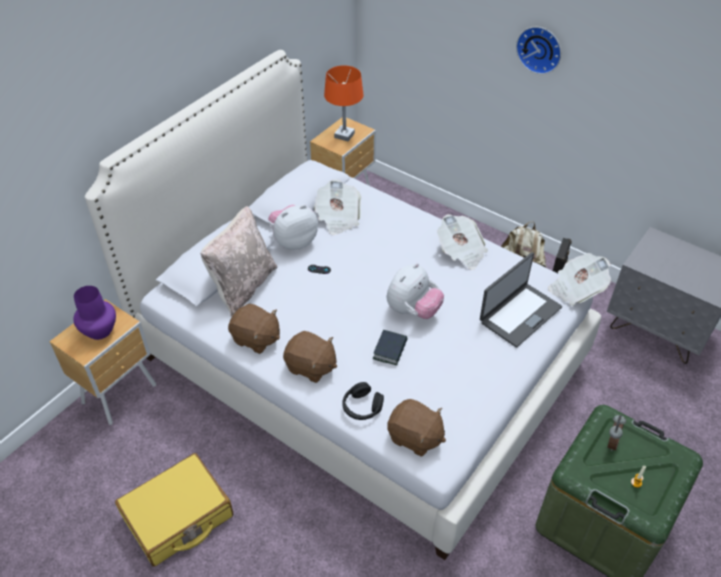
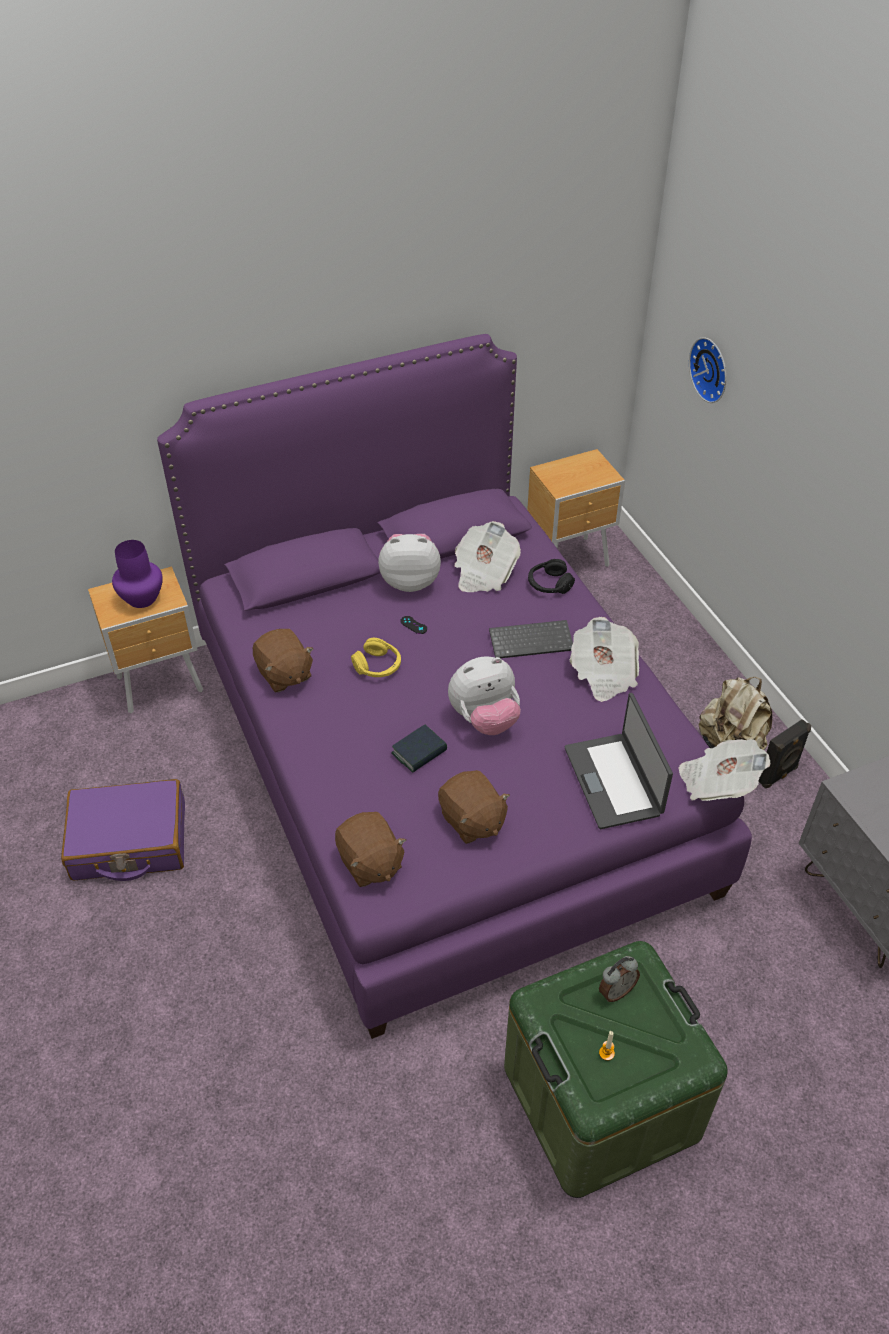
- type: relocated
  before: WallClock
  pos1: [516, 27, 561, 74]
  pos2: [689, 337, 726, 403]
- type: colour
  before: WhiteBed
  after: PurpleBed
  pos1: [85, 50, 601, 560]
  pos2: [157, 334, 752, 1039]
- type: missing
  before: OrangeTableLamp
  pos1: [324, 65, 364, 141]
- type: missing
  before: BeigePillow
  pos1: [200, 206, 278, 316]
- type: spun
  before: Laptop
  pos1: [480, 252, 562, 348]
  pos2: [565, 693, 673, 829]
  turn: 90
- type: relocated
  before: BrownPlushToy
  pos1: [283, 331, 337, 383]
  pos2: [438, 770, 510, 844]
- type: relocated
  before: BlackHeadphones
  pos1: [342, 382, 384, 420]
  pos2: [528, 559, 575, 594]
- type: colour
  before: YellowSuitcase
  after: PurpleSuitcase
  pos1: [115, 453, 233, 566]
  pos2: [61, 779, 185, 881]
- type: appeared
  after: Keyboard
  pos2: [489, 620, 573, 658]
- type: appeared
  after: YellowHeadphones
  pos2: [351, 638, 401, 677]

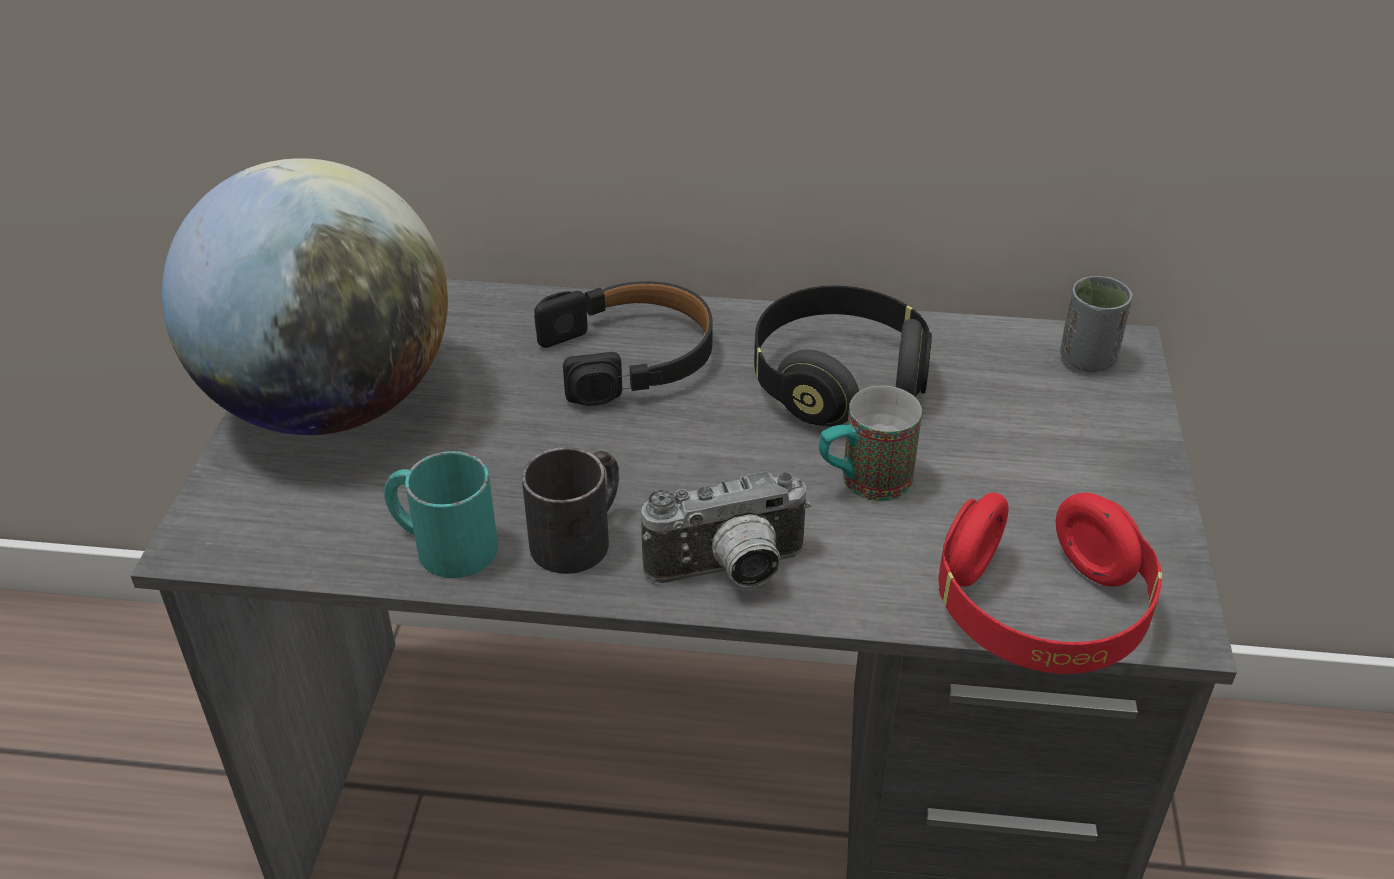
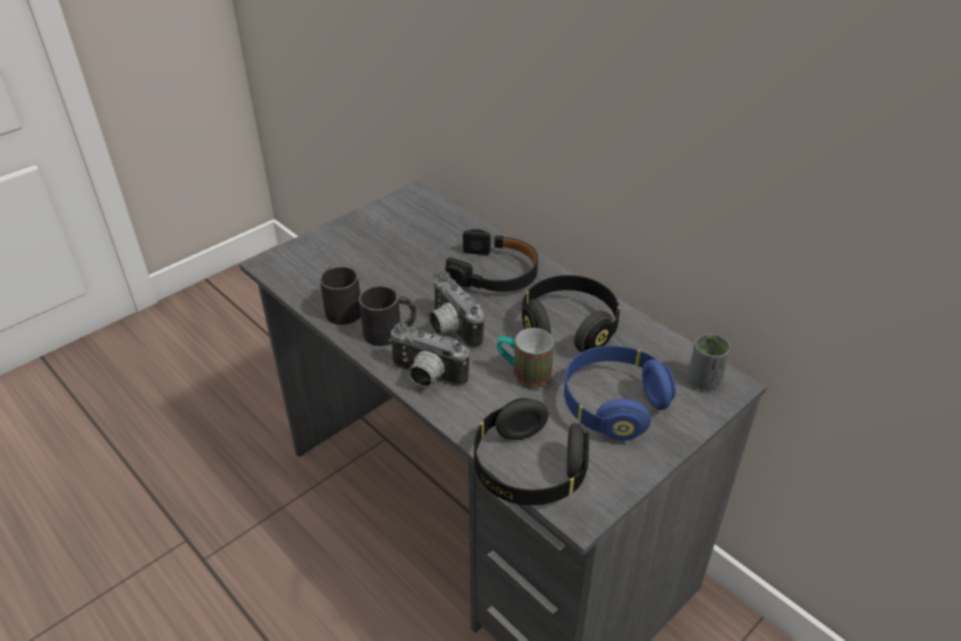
- type: missing
  before: Globe
  pos1: [162, 158, 448, 435]
- type: colour
  before: TurquoiseMug
  after: BlackMug
  pos1: [384, 451, 498, 578]
  pos2: [320, 266, 361, 325]
- type: colour
  before: RedHeadphones
  after: BlackHeadphones
  pos1: [938, 493, 1162, 674]
  pos2: [474, 398, 589, 506]
- type: appeared
  after: PhotoCamera
  pos2: [429, 271, 484, 349]
- type: appeared
  after: BlueHeadphones
  pos2: [564, 346, 675, 440]

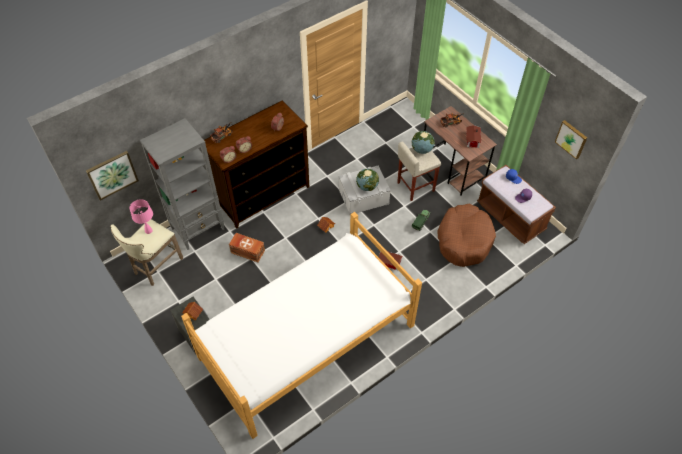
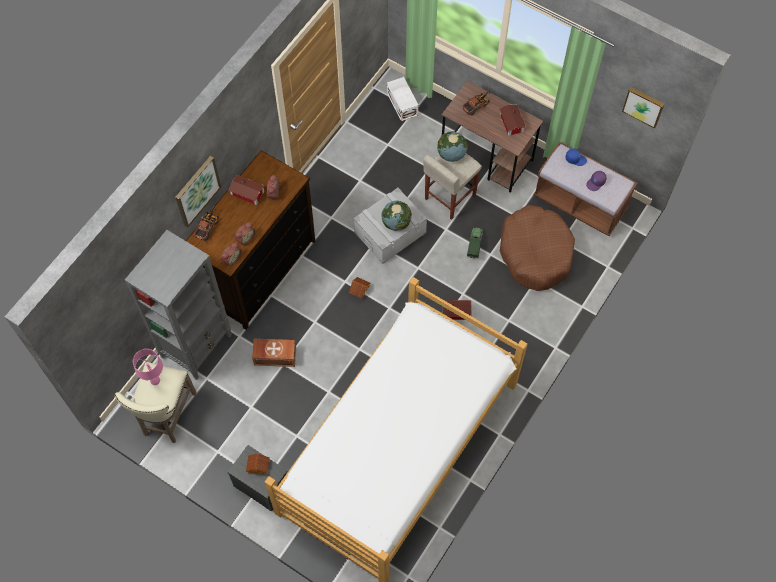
- type: relocated
  before: Picture
  pos1: [86, 151, 139, 201]
  pos2: [175, 156, 221, 227]
- type: appeared
  after: WhiteStorageBox
  pos2: [387, 77, 418, 121]
- type: appeared
  after: ToyHouse
  pos2: [228, 175, 264, 205]

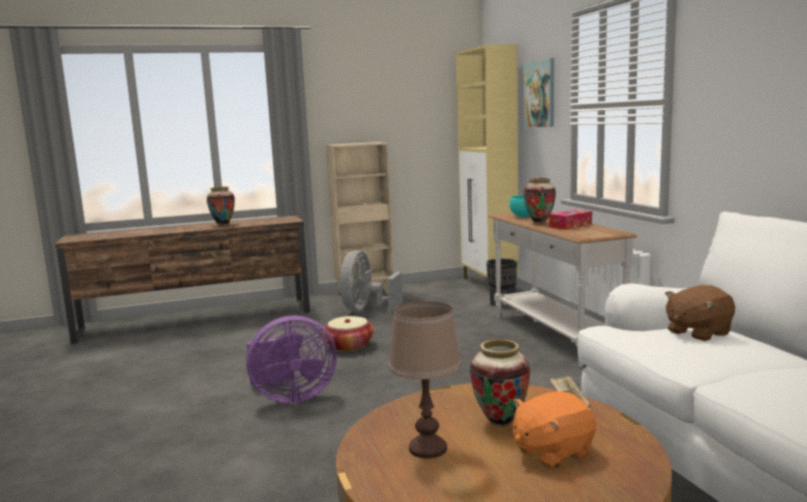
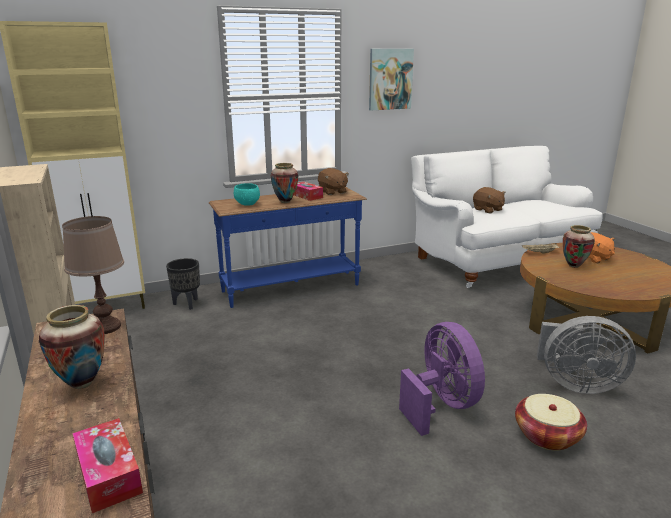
- type: relocated
  before: Picture
  pos1: [523, 58, 554, 127]
  pos2: [369, 49, 414, 110]
- type: colour
  before: WhiteConsoleTable
  after: BlueConsoleTable
  pos1: [488, 213, 637, 367]
  pos2: [209, 187, 367, 308]
- type: relocated
  before: GreyFan
  pos1: [340, 250, 403, 311]
  pos2: [537, 316, 636, 394]
- type: relocated
  before: BrownTableLamp
  pos1: [389, 301, 461, 459]
  pos2: [62, 216, 124, 334]
- type: relocated
  before: Basket
  pos1: [322, 316, 374, 352]
  pos2: [515, 394, 587, 451]
- type: appeared
  after: BrownPlushToy
  pos2: [318, 168, 349, 195]
- type: appeared
  after: TissueBox
  pos2: [73, 418, 143, 513]

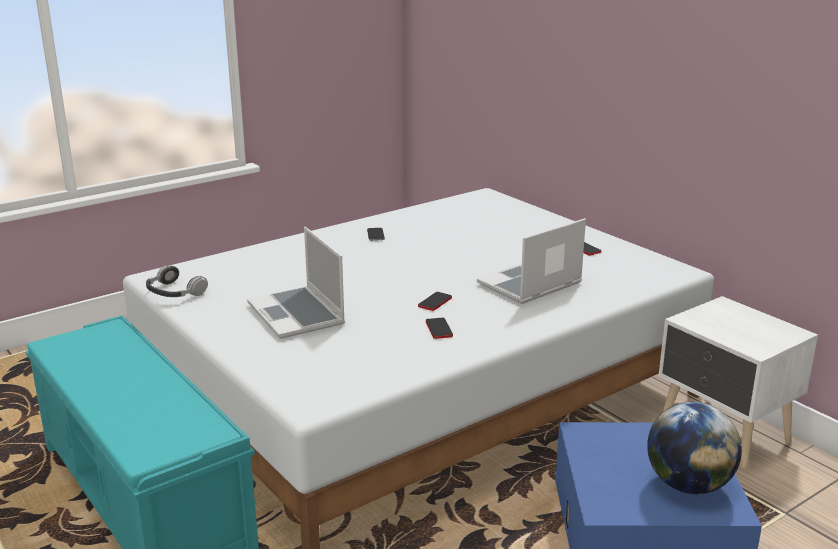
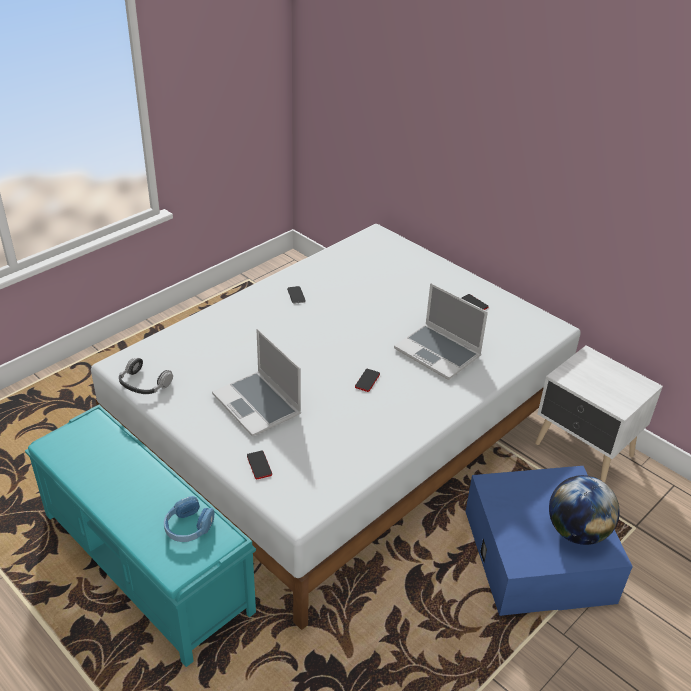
- type: spun
  before: Laptop
  pos1: [477, 218, 586, 304]
  pos2: [394, 283, 488, 380]
  turn: -90
- type: relocated
  before: Phone
  pos1: [426, 318, 453, 339]
  pos2: [247, 451, 272, 479]
- type: appeared
  after: BlueHeadphones
  pos2: [164, 496, 215, 542]

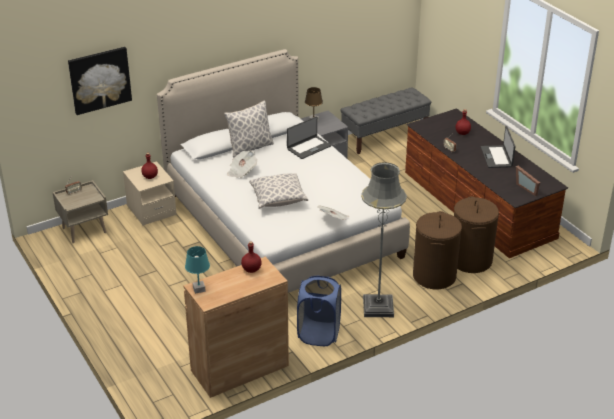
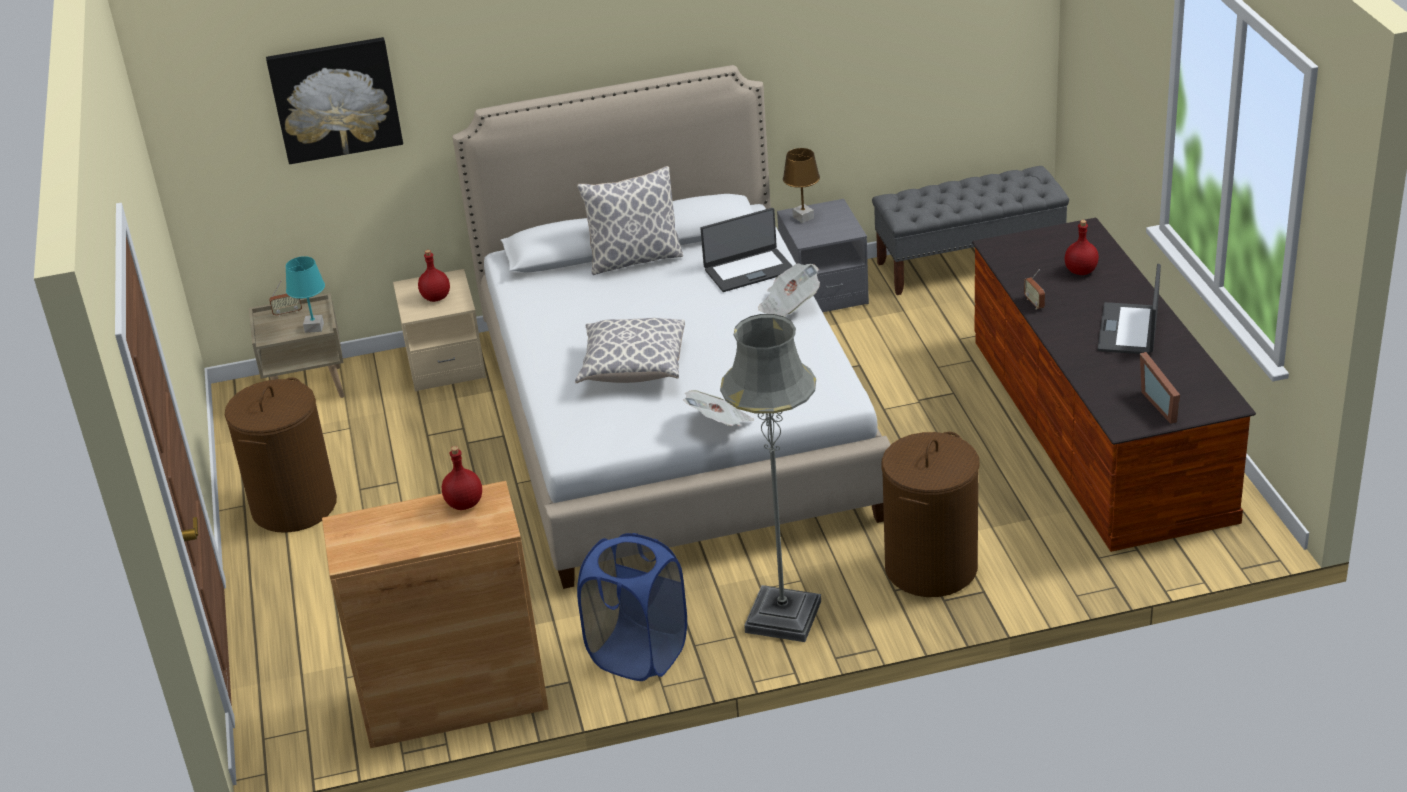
- type: relocated
  before: Newspaper
  pos1: [227, 151, 257, 178]
  pos2: [758, 264, 820, 317]
- type: relocated
  before: BrownLaundryBasket
  pos1: [454, 196, 499, 273]
  pos2: [225, 377, 337, 533]
- type: relocated
  before: TurquoiseTableLamp
  pos1: [185, 246, 210, 294]
  pos2: [286, 256, 325, 333]

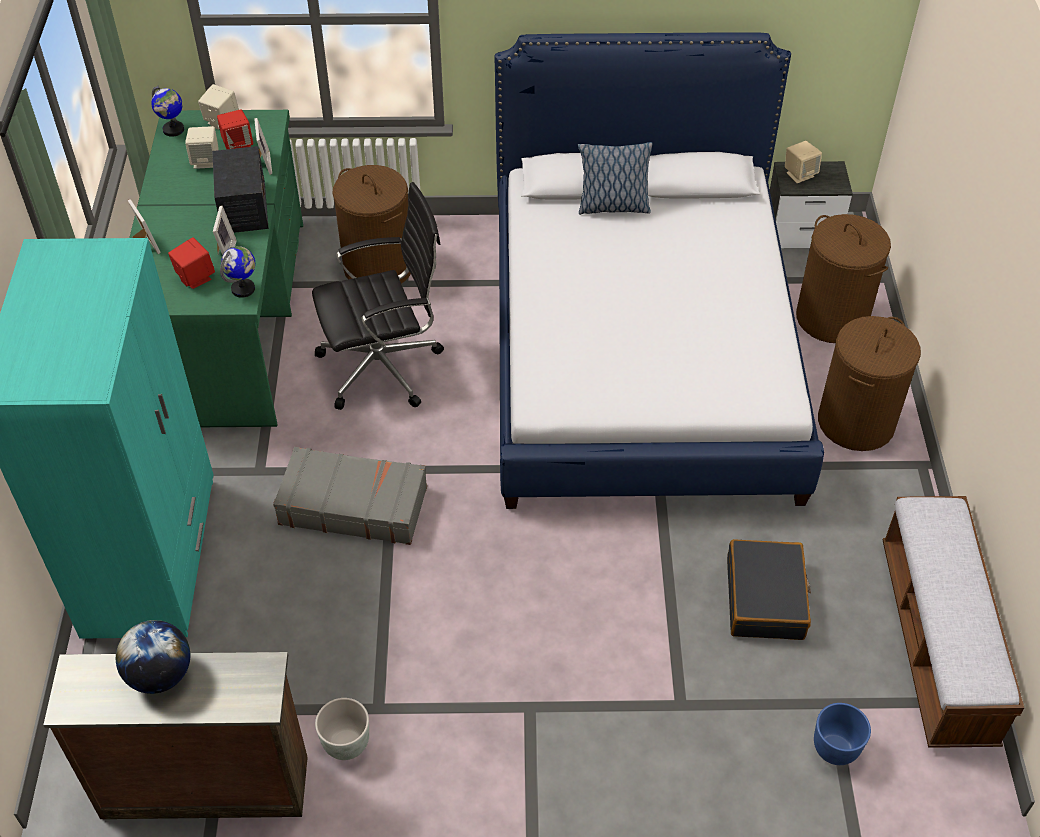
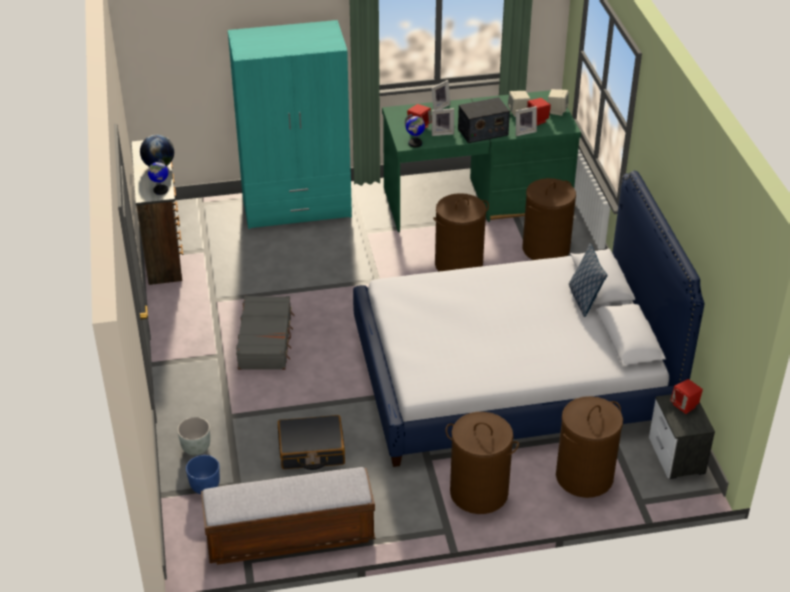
- type: relocated
  before: Globe
  pos1: [151, 85, 184, 137]
  pos2: [148, 159, 168, 195]
- type: colour
  before: BeigeSpeaker
  after: RedSpeaker
  pos1: [785, 141, 822, 183]
  pos2: [671, 379, 703, 414]
- type: exchanged
  before: BlackOfficeChair
  after: BrownLaundryBasket
  pos1: [312, 182, 444, 410]
  pos2: [433, 193, 489, 272]
- type: relocated
  before: GreySuitcase
  pos1: [273, 447, 427, 545]
  pos2: [236, 296, 294, 370]
- type: relocated
  before: GreyPlanter
  pos1: [315, 698, 369, 760]
  pos2: [177, 417, 210, 455]

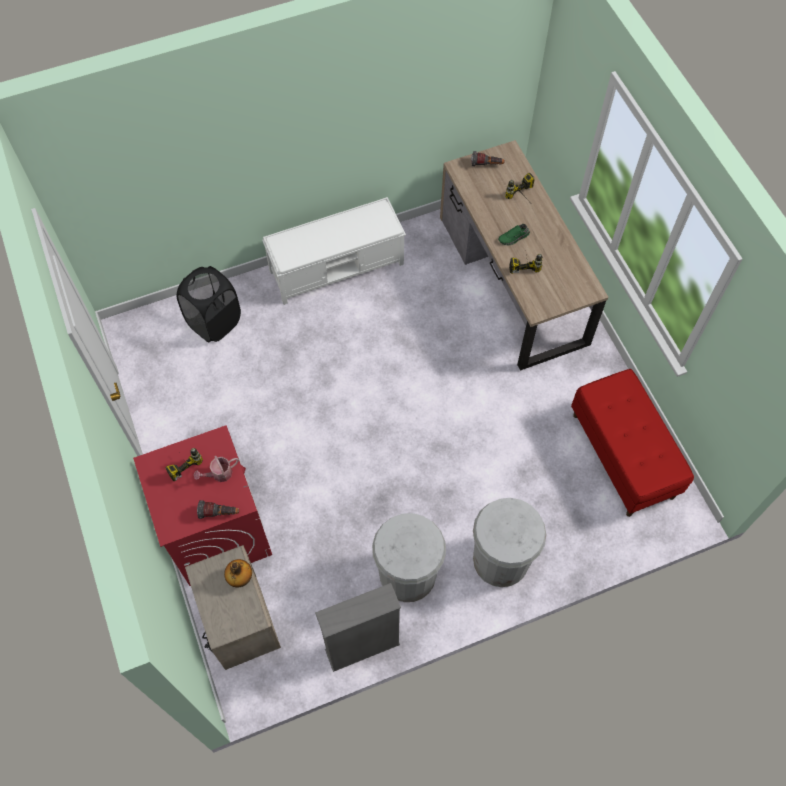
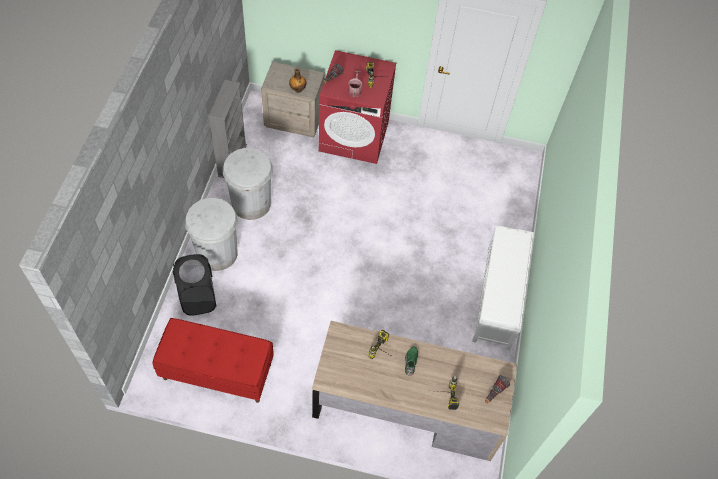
- type: relocated
  before: BlackLaundryBasket
  pos1: [176, 266, 241, 342]
  pos2: [173, 254, 216, 316]

